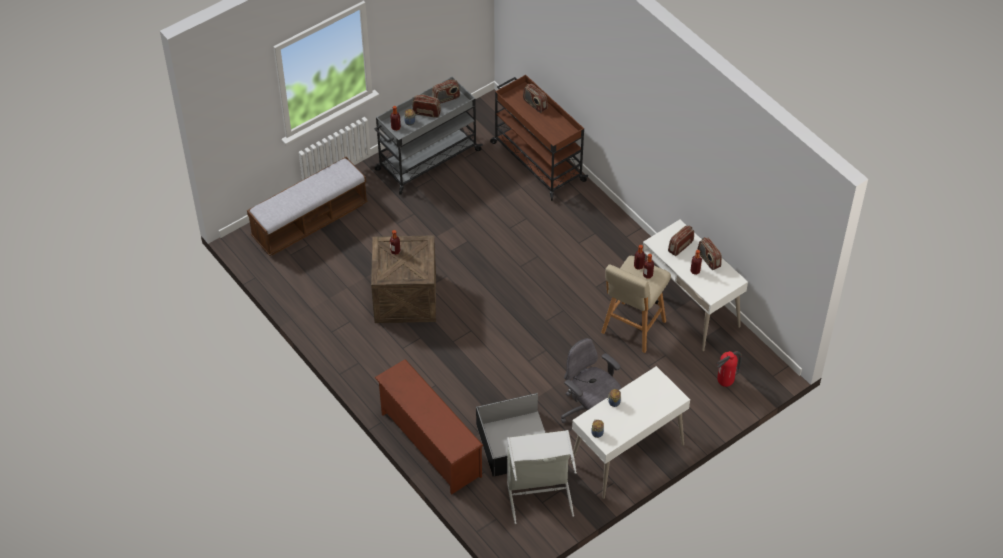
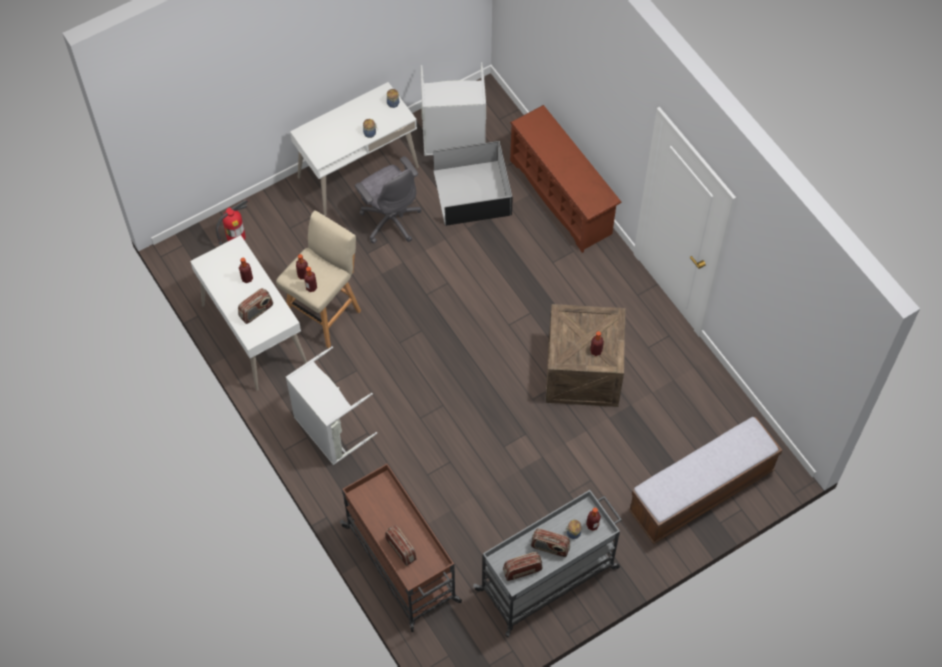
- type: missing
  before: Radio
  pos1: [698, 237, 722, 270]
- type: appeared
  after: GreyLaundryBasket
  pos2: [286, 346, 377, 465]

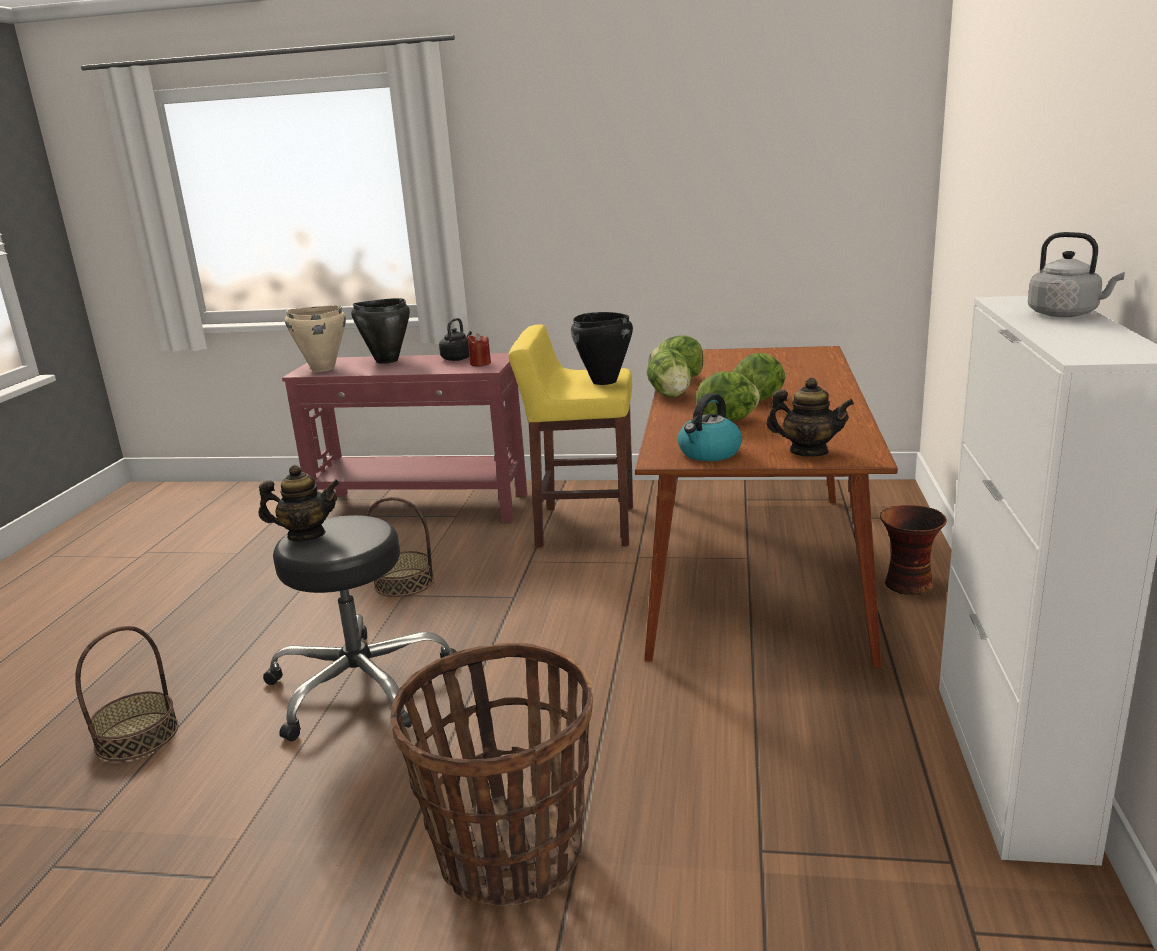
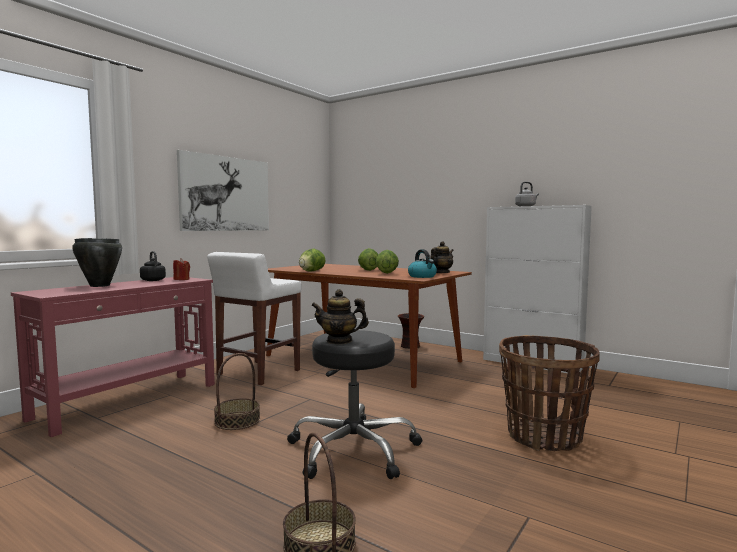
- type: missing
  before: BeigeCookingPot
  pos1: [285, 305, 346, 372]
- type: missing
  before: BlackCookingPot
  pos1: [571, 312, 633, 385]
- type: colour
  before: YellowStool
  after: WhiteStool
  pos1: [508, 324, 633, 548]
  pos2: [207, 252, 302, 385]
- type: missing
  before: Lettuce
  pos1: [647, 348, 692, 397]
- type: spun
  before: Teapot
  pos1: [259, 465, 340, 542]
  pos2: [311, 289, 369, 344]
  turn: -105
- type: appeared
  after: Picture
  pos2: [177, 150, 269, 231]

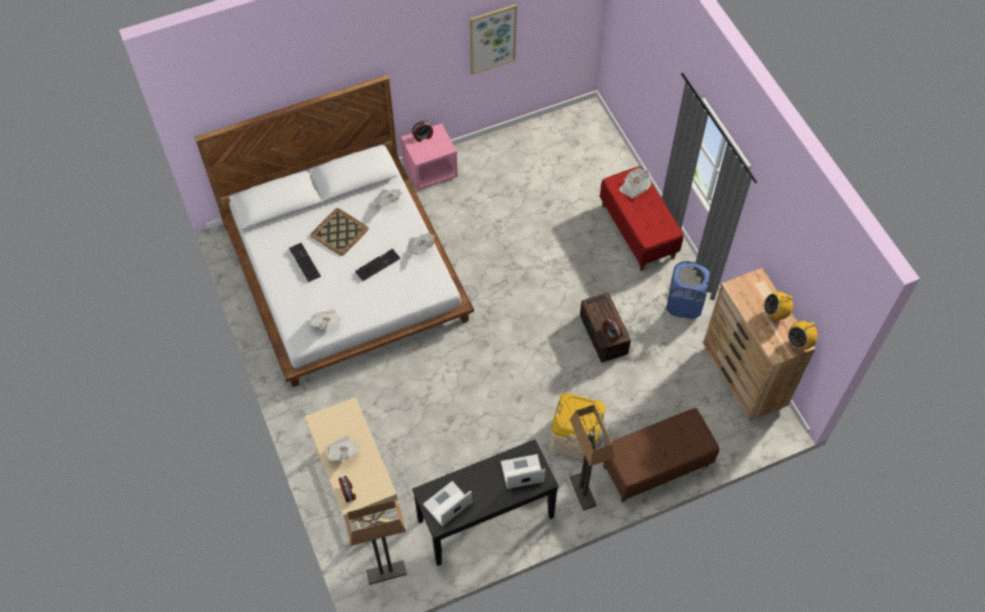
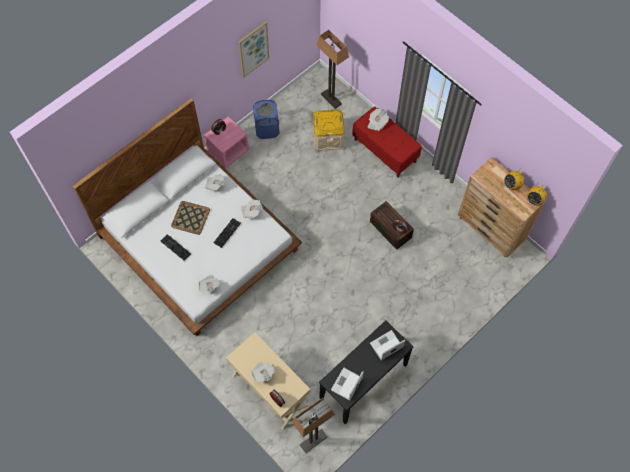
- type: relocated
  before: BlueLaundryBasket
  pos1: [666, 261, 710, 319]
  pos2: [253, 100, 279, 139]
- type: relocated
  before: BeigeStorageBox
  pos1: [549, 393, 606, 460]
  pos2: [313, 110, 345, 151]
- type: relocated
  before: FloorLamp
  pos1: [570, 404, 614, 511]
  pos2: [317, 30, 349, 109]
- type: missing
  before: BrownBench
  pos1: [603, 408, 719, 502]

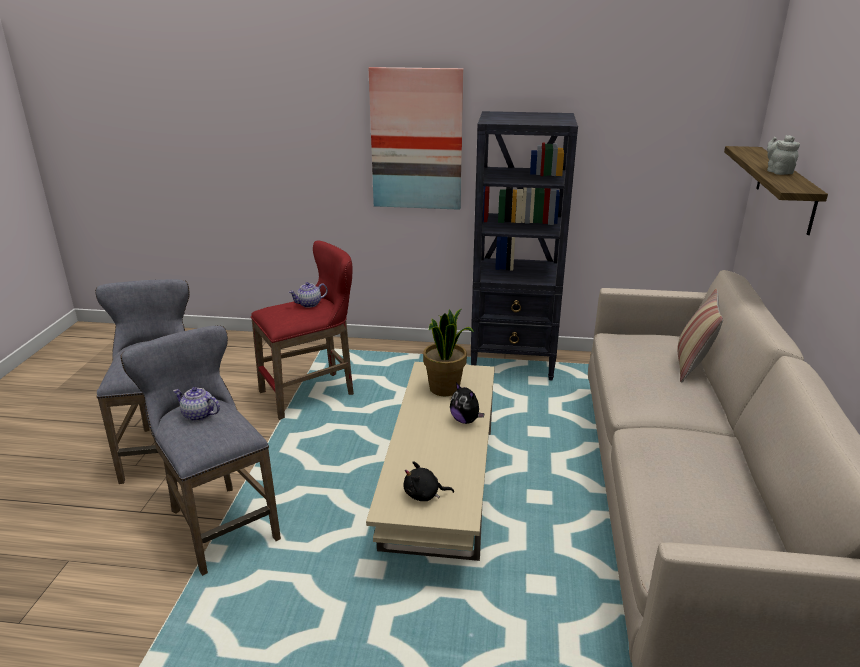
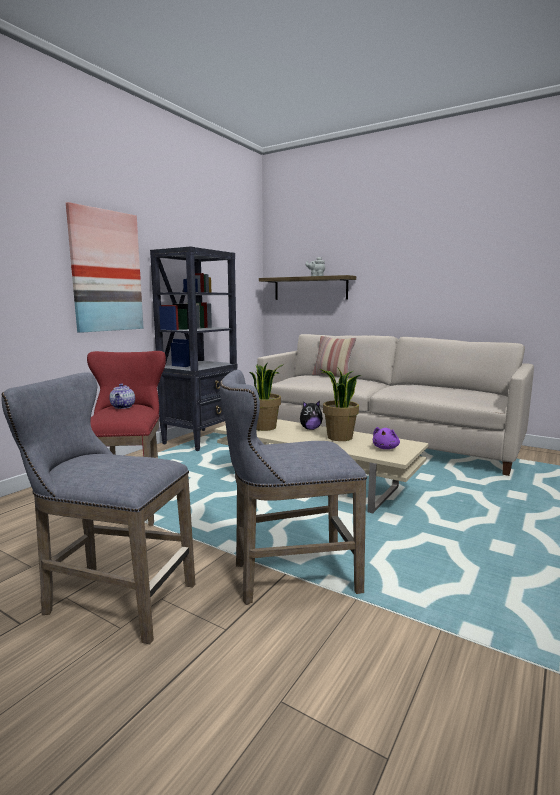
- type: missing
  before: Teapot
  pos1: [173, 387, 220, 421]
- type: colour
  before: BlackPlushToy
  after: PurplePlushToy
  pos1: [404, 461, 454, 501]
  pos2: [373, 427, 400, 449]
- type: appeared
  after: PottedPlant
  pos2: [320, 368, 361, 441]

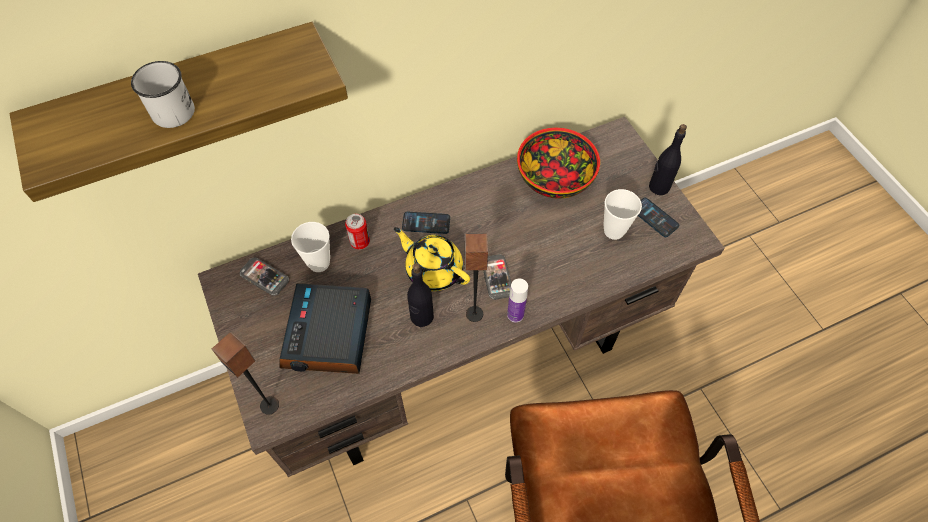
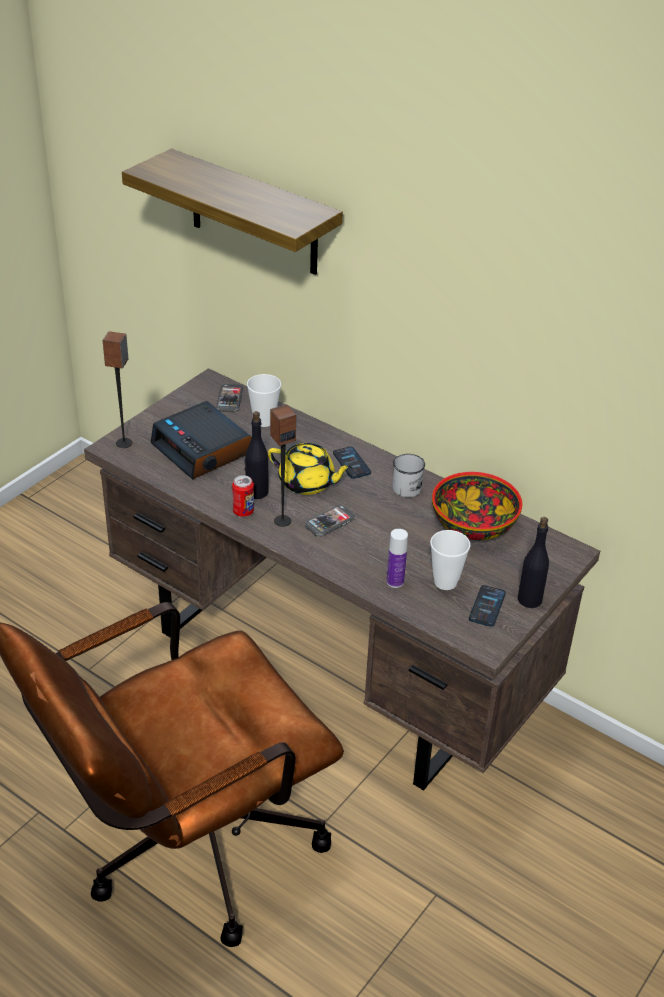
- type: relocated
  before: WhiteMug
  pos1: [131, 61, 195, 128]
  pos2: [392, 454, 425, 497]
- type: relocated
  before: Can
  pos1: [345, 214, 370, 249]
  pos2: [232, 475, 254, 517]
- type: spun
  before: YellowTeapot
  pos1: [394, 227, 470, 291]
  pos2: [268, 443, 353, 495]
  turn: 105
- type: relocated
  before: Bottle
  pos1: [507, 279, 528, 322]
  pos2: [386, 529, 408, 588]
- type: spun
  before: AlarmClock
  pos1: [279, 283, 371, 374]
  pos2: [151, 401, 252, 480]
  turn: -105

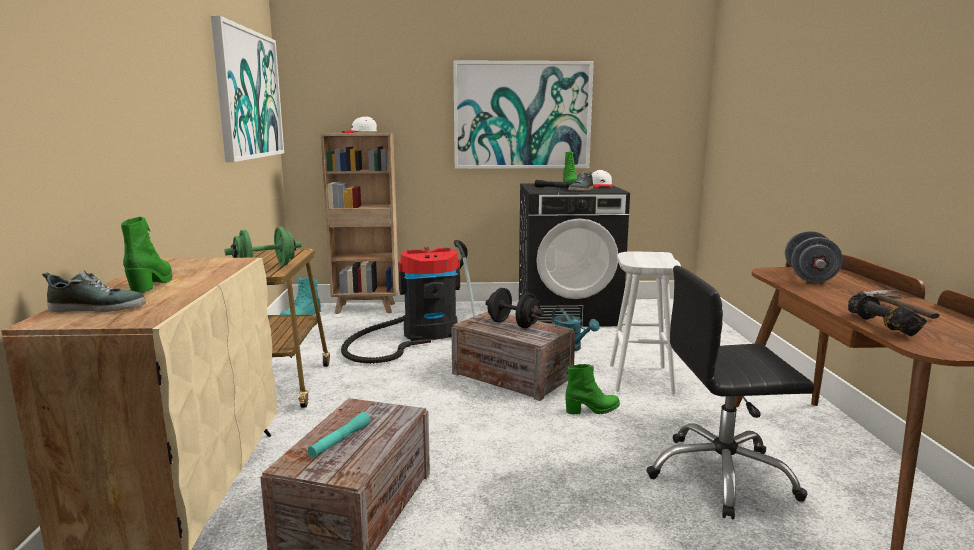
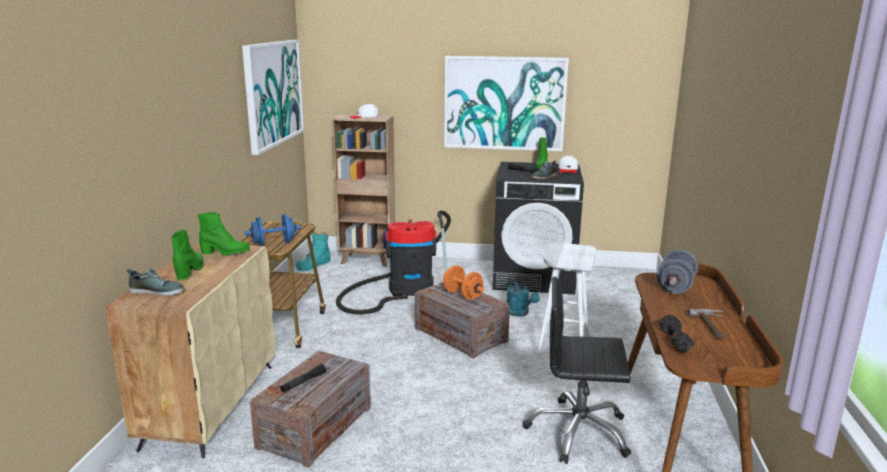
- type: colour
  before: GreenDumbbell
  after: BlueDumbbell
  pos1: [224, 227, 301, 266]
  pos2: [245, 214, 301, 246]
- type: colour
  before: BlackDumbbell
  after: OrangeDumbbell
  pos1: [486, 288, 544, 328]
  pos2: [443, 265, 484, 300]
- type: relocated
  before: GreenBoot
  pos1: [565, 364, 620, 414]
  pos2: [198, 212, 250, 256]
- type: colour
  before: TurquoiseFlashlight
  after: BlackFlashlight
  pos1: [308, 412, 370, 457]
  pos2: [280, 364, 326, 393]

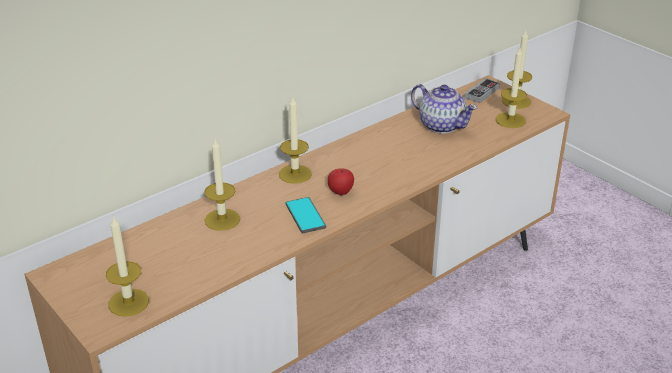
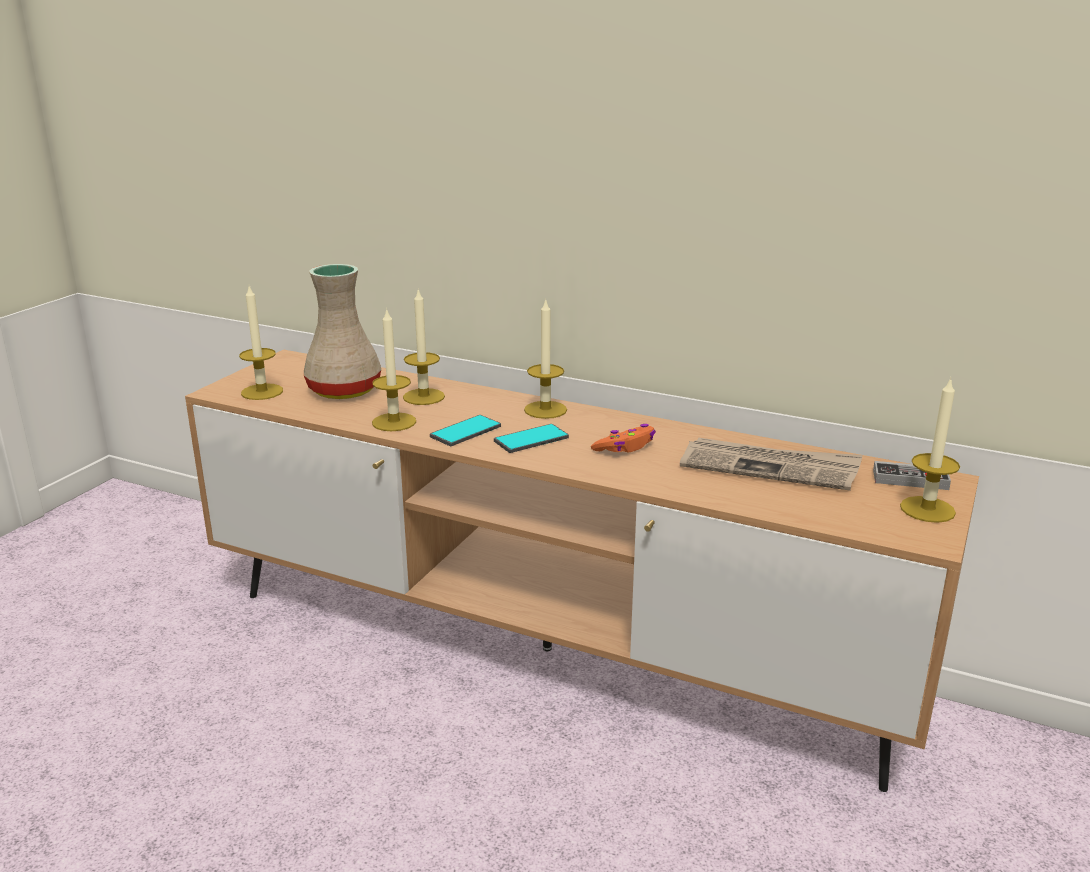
- type: relocated
  before: Candle
  pos1: [496, 48, 527, 128]
  pos2: [372, 308, 416, 431]
- type: exchanged
  before: Teapot
  after: Newspaper
  pos1: [411, 84, 478, 134]
  pos2: [680, 437, 863, 491]
- type: exchanged
  before: Apple
  after: Phone
  pos1: [328, 168, 354, 195]
  pos2: [494, 424, 569, 453]
- type: appeared
  after: BeigeVase
  pos2: [304, 264, 381, 399]
- type: appeared
  after: OrangeGameController
  pos2: [591, 424, 656, 452]

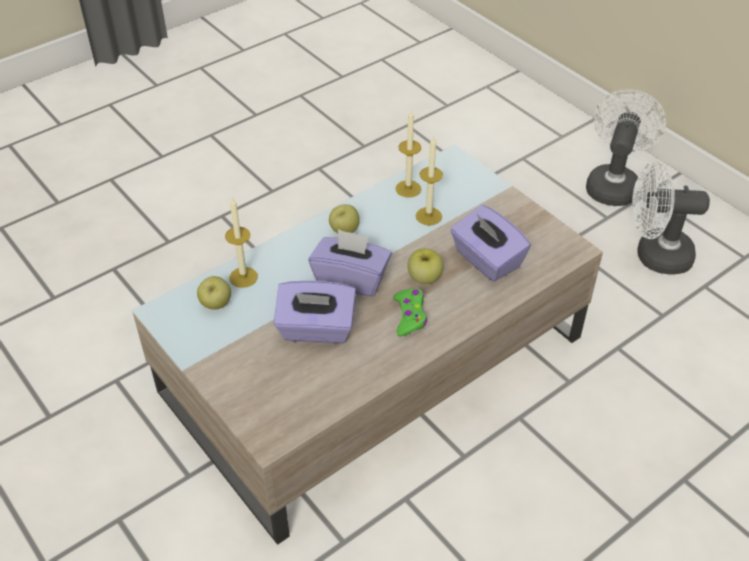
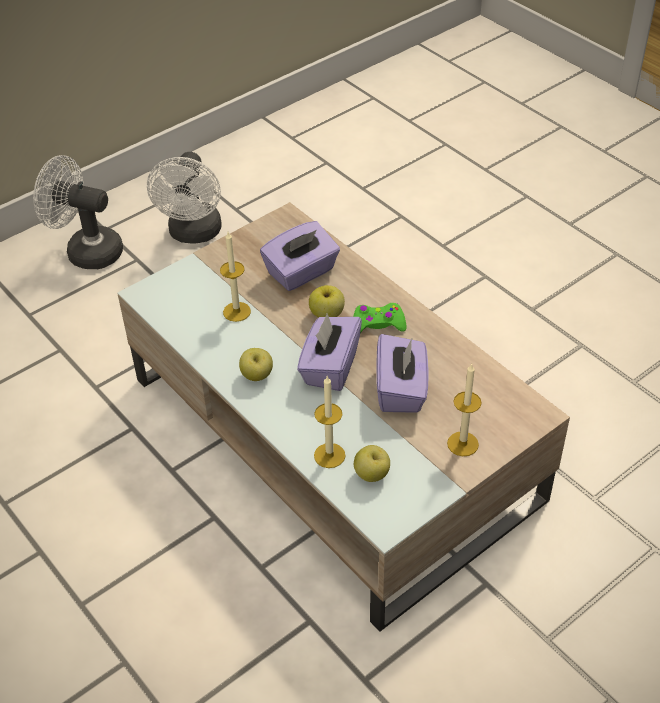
- type: relocated
  before: Candle
  pos1: [396, 110, 421, 197]
  pos2: [447, 364, 482, 456]

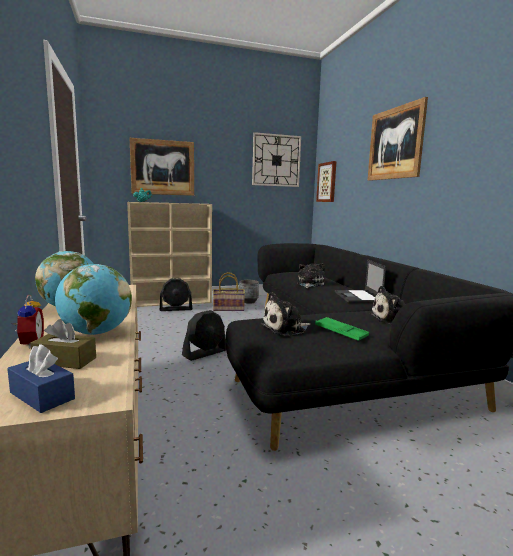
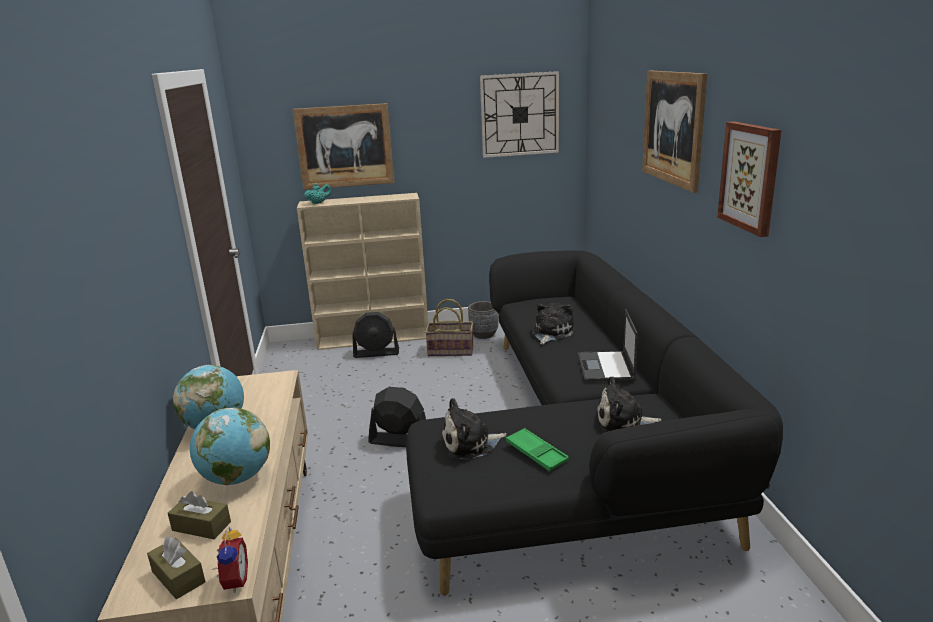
- type: relocated
  before: Picture
  pos1: [316, 161, 336, 202]
  pos2: [717, 121, 781, 237]
- type: relocated
  before: AlarmClock
  pos1: [13, 295, 44, 348]
  pos2: [211, 526, 248, 593]
- type: spun
  before: BlackFan
  pos1: [182, 310, 226, 361]
  pos2: [368, 387, 426, 447]
  turn: -135
- type: colour
  before: BlueTissueBox
  after: BrownTissueBox
  pos1: [7, 344, 75, 413]
  pos2: [147, 536, 205, 599]

